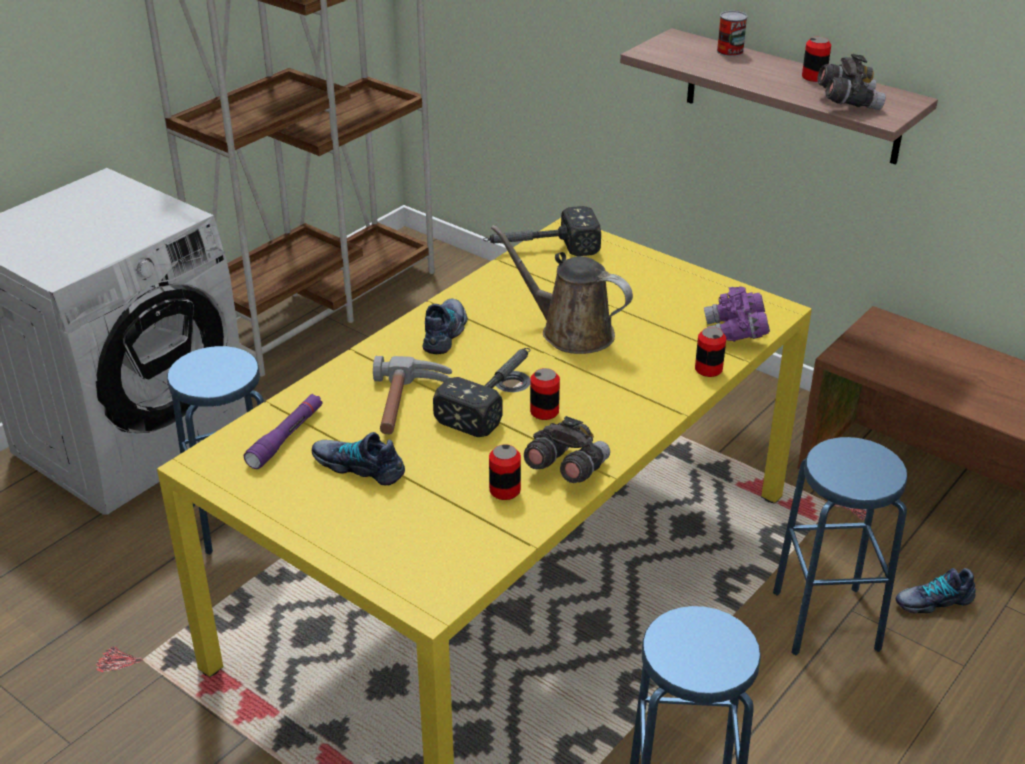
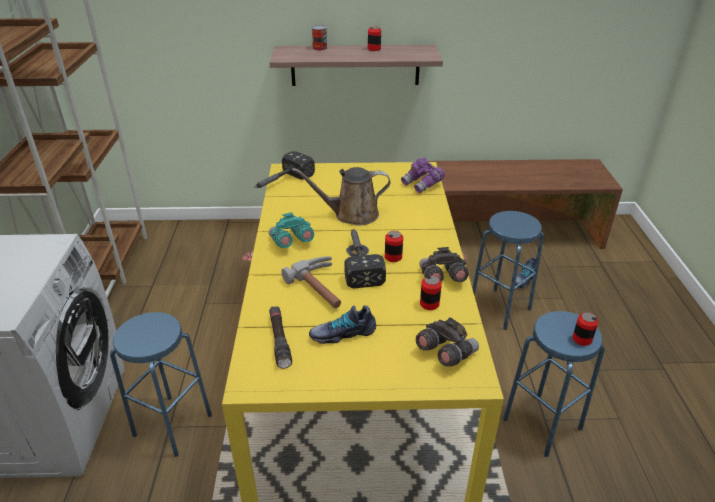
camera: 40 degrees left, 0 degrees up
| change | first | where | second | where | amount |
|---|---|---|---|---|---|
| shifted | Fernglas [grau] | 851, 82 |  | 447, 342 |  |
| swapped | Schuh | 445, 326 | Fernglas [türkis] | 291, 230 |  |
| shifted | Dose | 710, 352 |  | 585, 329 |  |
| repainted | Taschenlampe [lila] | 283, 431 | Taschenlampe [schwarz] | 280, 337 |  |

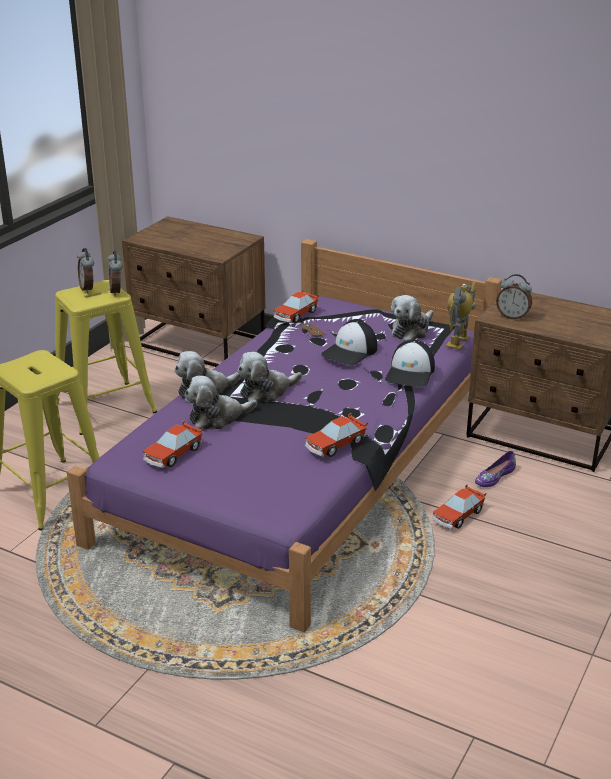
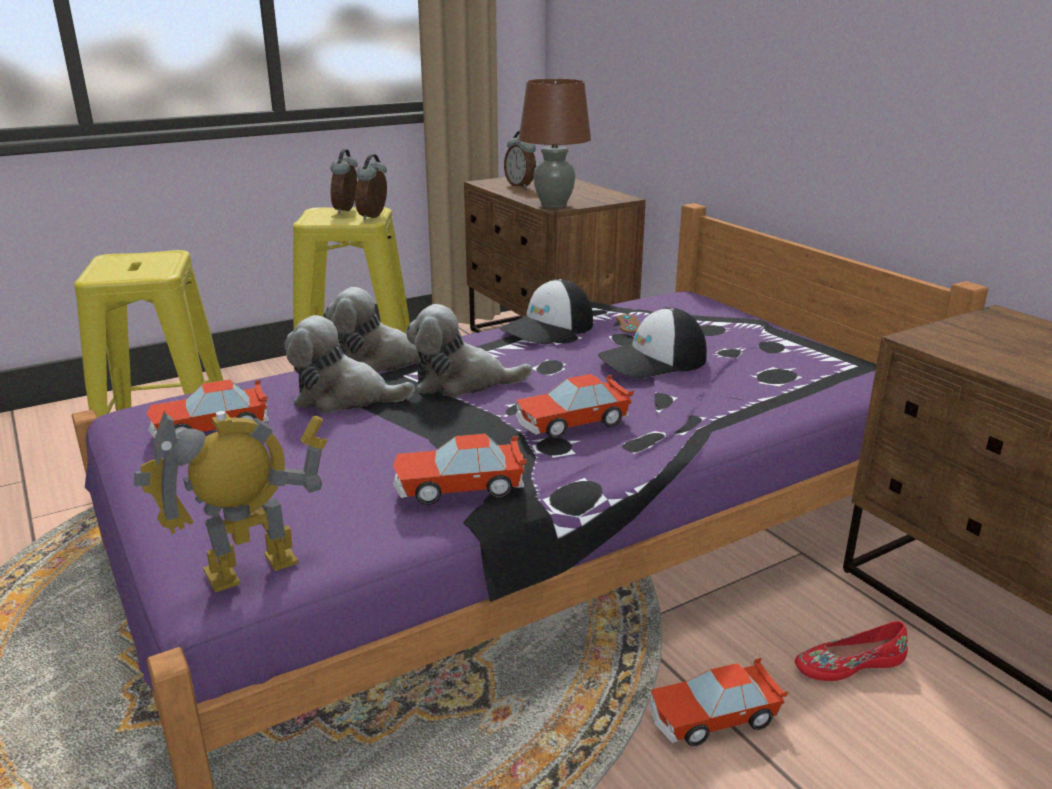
camera: 30 degrees right, 5 degrees down
| change | first | where | second | where | amount |
|---|---|---|---|---|---|
| shifted | Wecker | 514, 297 |  | 520, 160 |  |
| shifted | Spielzeugroboter | 461, 316 |  | 231, 502 |  |
| shifted | Spielzeugauto | 296, 306 |  | 575, 406 |  |
| gone | Plüschtier | 412, 318 |  |  |  |
| shifted | Kappe | 410, 363 |  | 546, 311 |  |
| repainted | Schuh [lila] | 495, 469 | Schuh [rot] | 851, 651 |  |
| new |  |  | Tischlampe [braun] | 555, 143 |  |

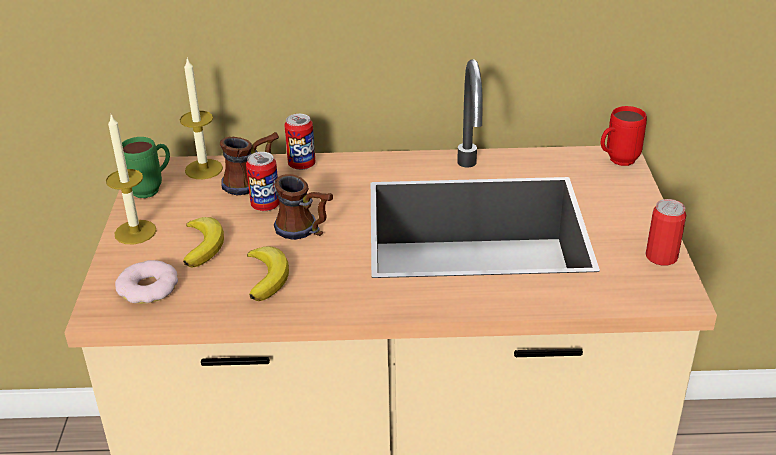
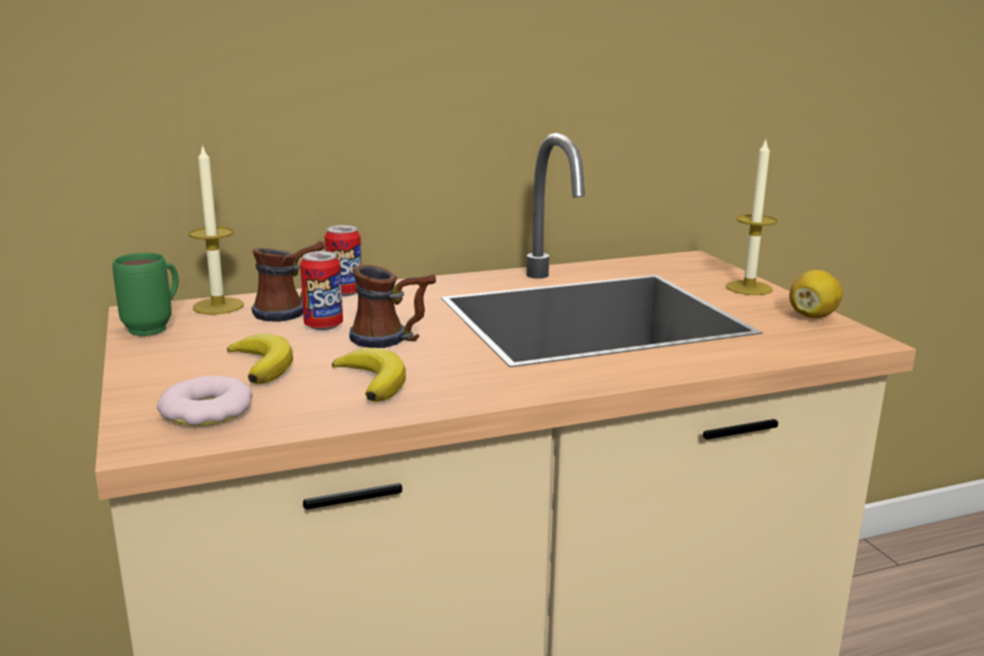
camera: 20 degrees left, 15 degrees down
| change | first | where | second | where | amount |
|---|---|---|---|---|---|
| gone | Henkelbecher [rot] | 624, 136 |  |  |  |
| shifted | Kerze | 131, 179 |  | 752, 217 |  |
| swapped | Dose | 665, 232 | Zitrone | 816, 294 |  |

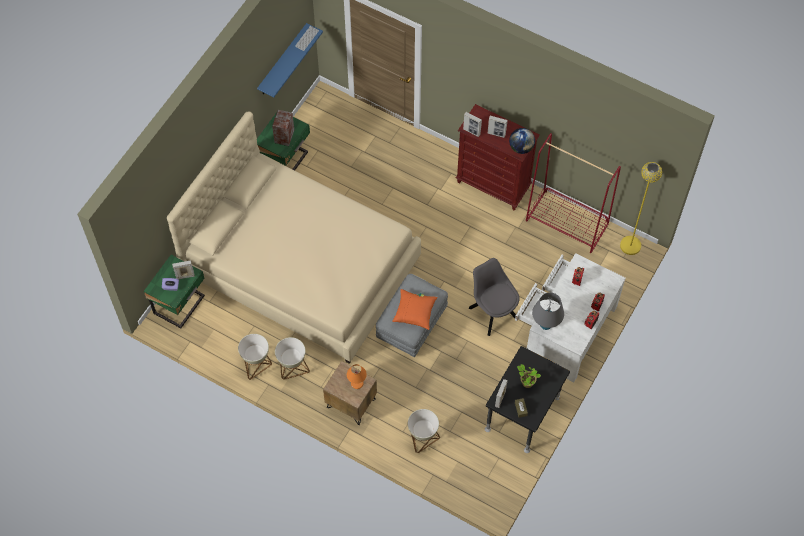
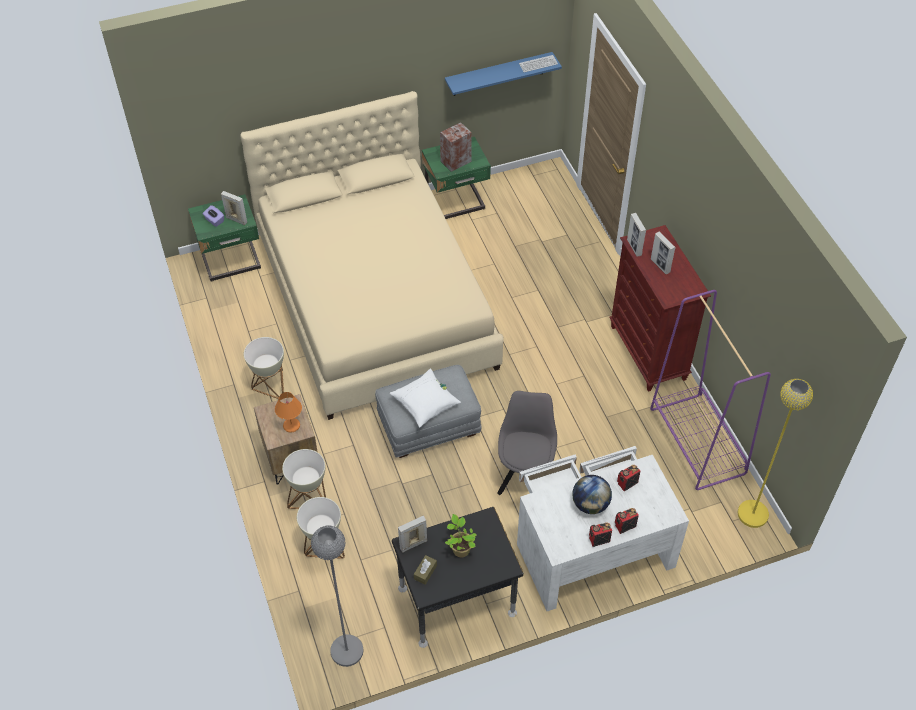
camera: 40 degrees right, 10 degrees down
| change | first | where | second | where | amount |
|---|---|---|---|---|---|
| shifted | Globus | 522, 141 |  | 592, 494 |  |
| repainted | Kleiderständer [rot] | 573, 193 | Kleiderständer [lila] | 710, 390 |  |
| repainted | Kissen [orange] | 415, 309 | Kissen [weiß] | 425, 398 |  |
| gone | Tischlampe [grau] | 548, 311 |  |  |  |
| shifted | Pflanzkübel | 255, 357 |  | 304, 479 |  |
| new |  |  | Stehlampe [grau] | 337, 596 |  |

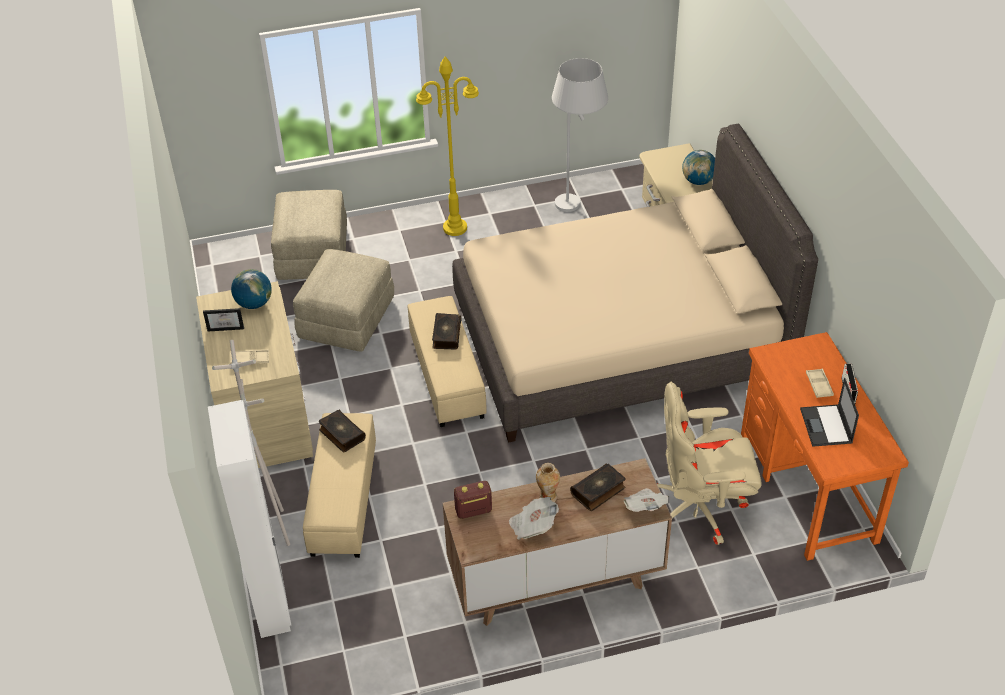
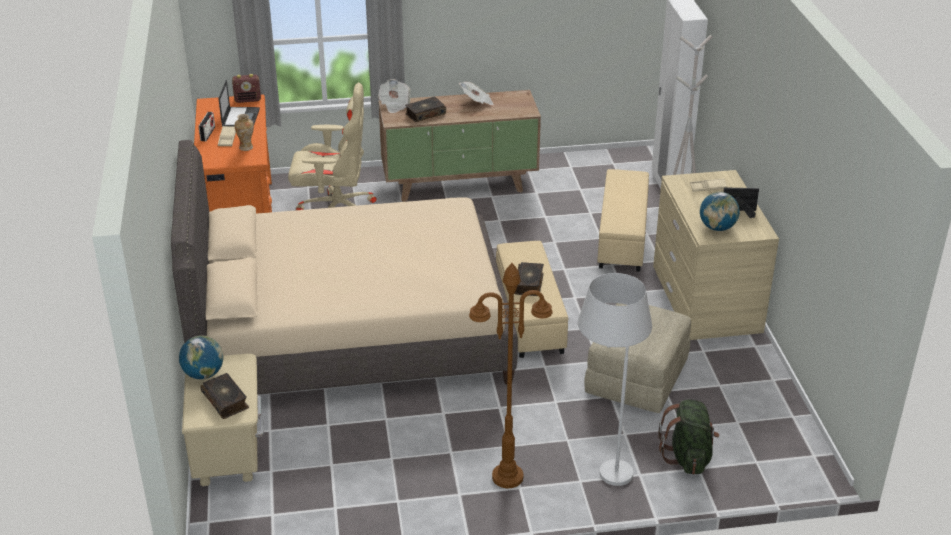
camera: 175 degrees left, 10 degrees down
| change | first | where | second | where | amount |
|---|---|---|---|---|---|
| repainted | Stehlampe [gelb] | 447, 146 | Stehlampe [braun] | 510, 375 |  |
| shifted | Stehlampe [weiß] | 580, 135 |  | 615, 379 |  |
| swapped | Polsterhocker [beige] | 309, 235 | Rucksack [grün] | 689, 437 |  |
| shifted | Buch | 342, 431 |  | 224, 396 |  |
| shifted | Vase | 548, 482 |  | 244, 132 |  |
| shifted | Radio | 473, 500 |  | 246, 88 |  |

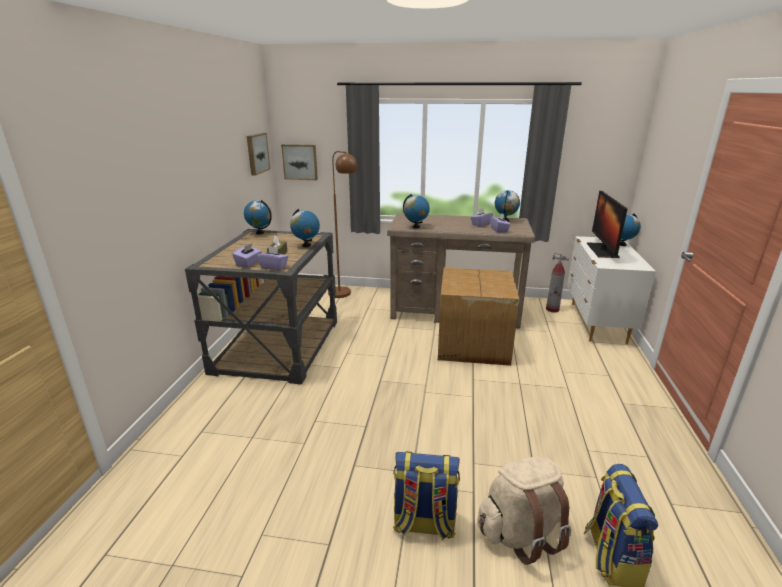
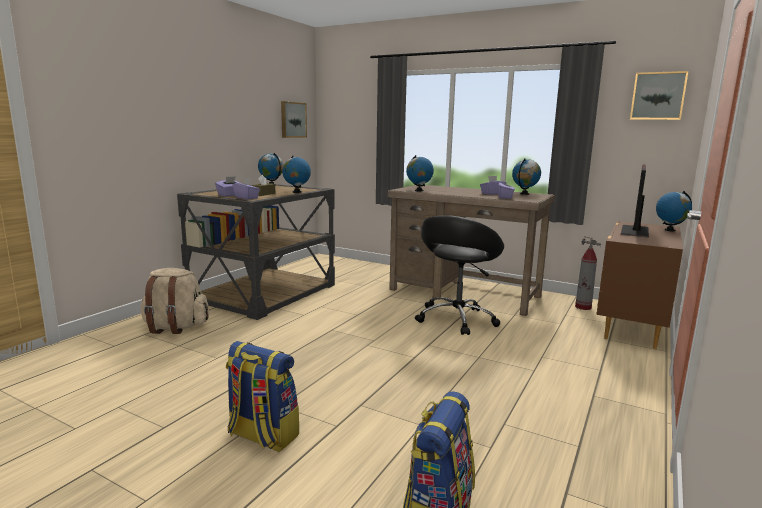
camera: 20 degrees right, 10 degrees down
| change | first | where | second | where | amount |
|---|---|---|---|---|---|
| shifted | Bild | 299, 162 |  | 659, 95 |  |
| gone | Stehlampe [braun] | 342, 224 |  |  |  |
| repainted | Kommode [weiß] | 611, 290 | Kommode [braun] | 639, 285 |  |
| swapped | Karton | 478, 317 | Bürostuhl [schwarz] | 459, 275 |  |
| shifted | Rucksack [beige] | 524, 510 |  | 174, 301 |  |

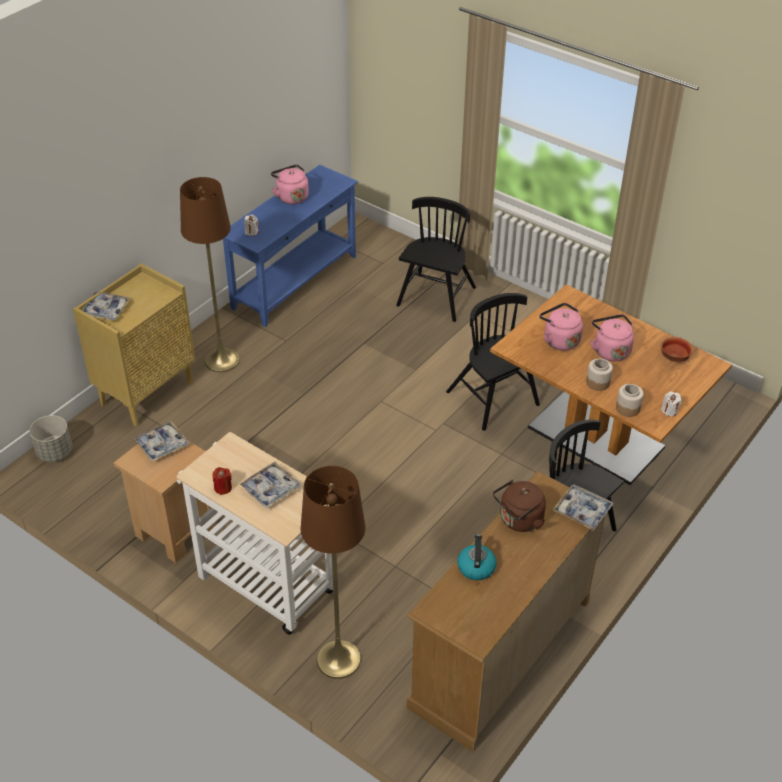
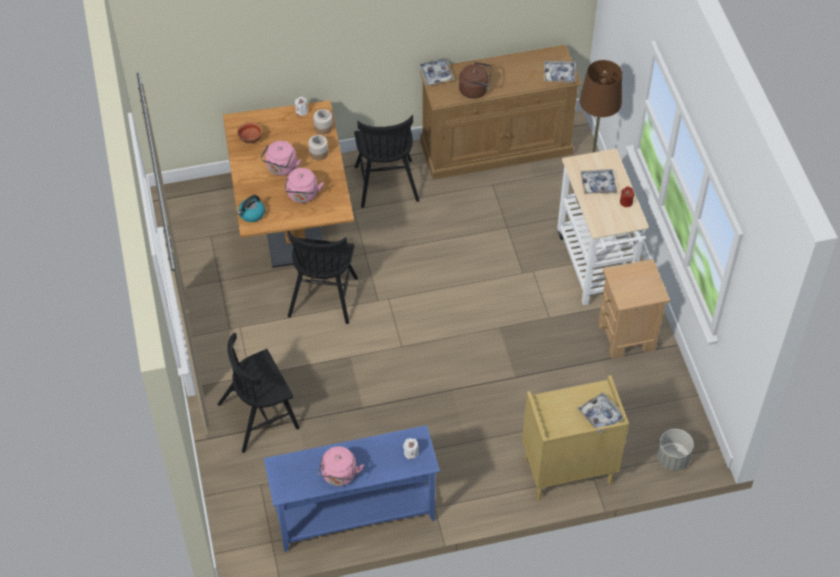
camera: 140 degrees left, 10 degrees up
| change | first | where | second | where | amount |
|---|---|---|---|---|---|
| gone | Stehlampe [braun] | 210, 274 |  |  |  |
| shifted | Tablett | 161, 441 |  | 559, 72 |  |
| shifted | Wasserkessel | 477, 557 |  | 251, 208 |  |

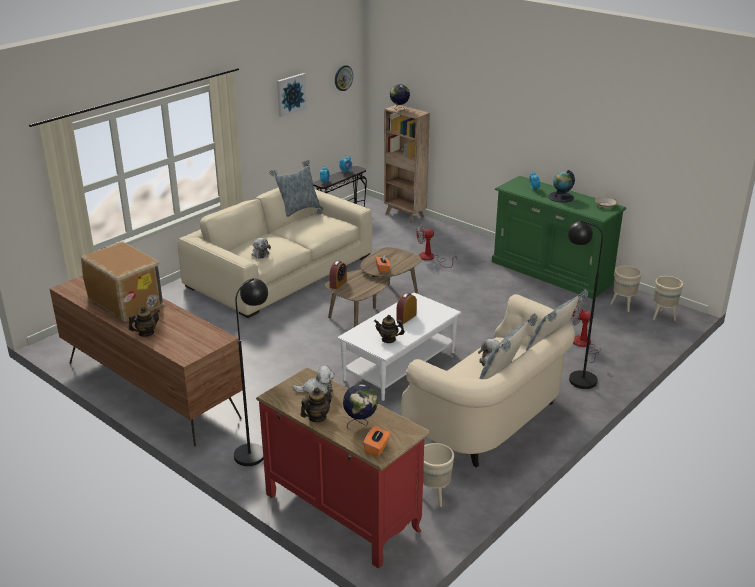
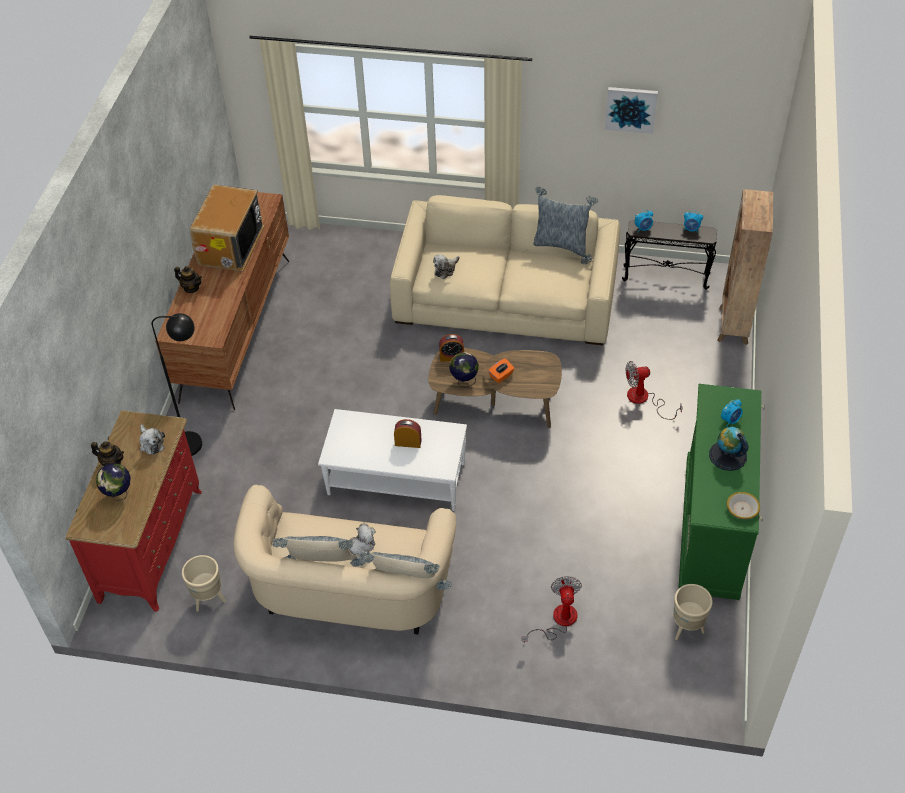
camera: 60 degrees right, 20 degrees up
| change | first | where | second | where | amount |
|---|---|---|---|---|---|
| gone | Wanduhr | 344, 78 |  |  |  |
| shifted | Globus | 400, 97 |  | 464, 369 |  |
| gone | Stehlampe [schwarz] | 585, 304 |  |  |  |
| rotated | Ventilator | 436, 246 |  | 654, 390 | 60 degrees counterclockwise |
| gone | Pflanzkübel [beige] | 668, 298 |  |  |  |
| gone | Teekanne | 389, 329 |  |  |  |
| gone | Taschentuchbox [orange] | 376, 441 |  |  |  |

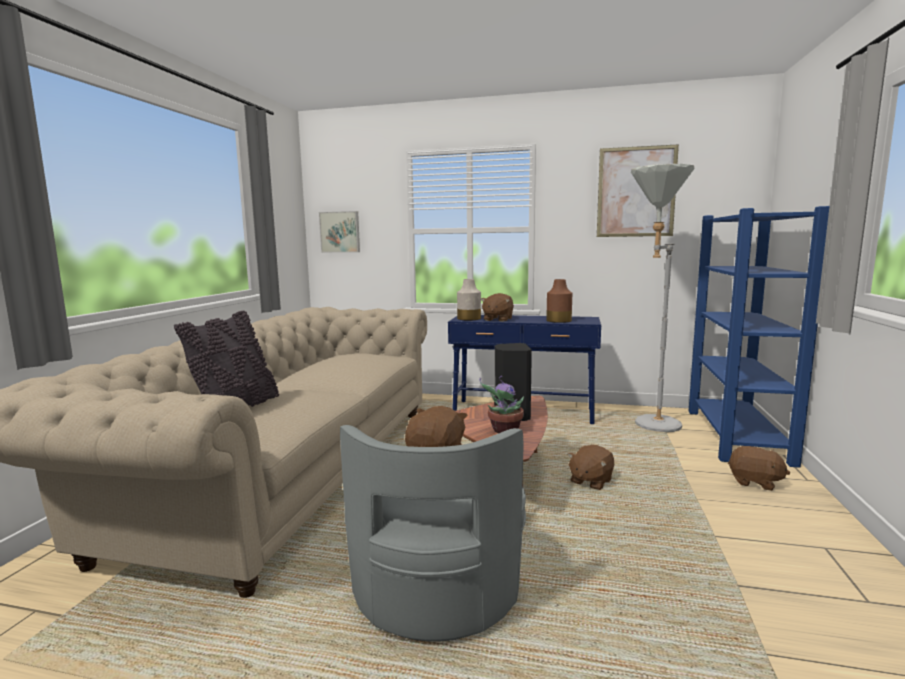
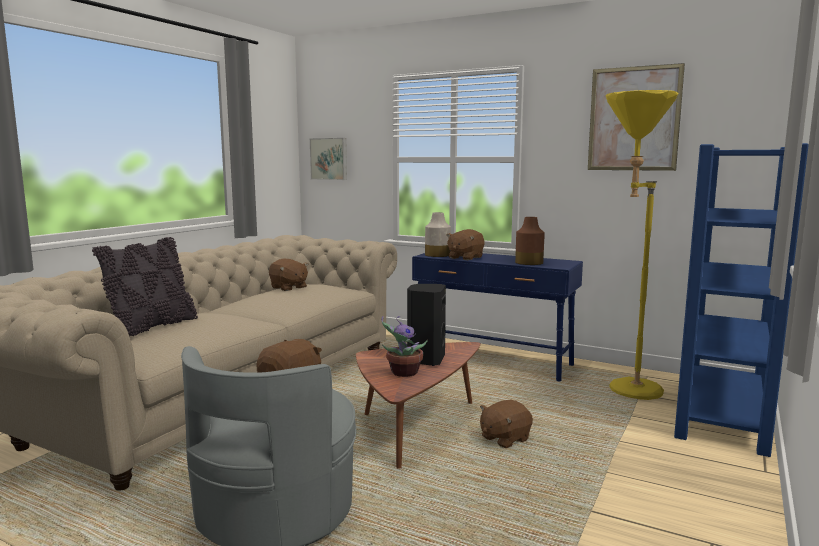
camera: 15 degrees right, 0 degrees up
| change | first | where | second | where | amount |
|---|---|---|---|---|---|
| repainted | Stehlampe [grau] | 663, 298 | Stehlampe [gelb] | 642, 245 |  |
| shifted | Plüschtier [braun] | 759, 468 |  | 289, 275 |  |

